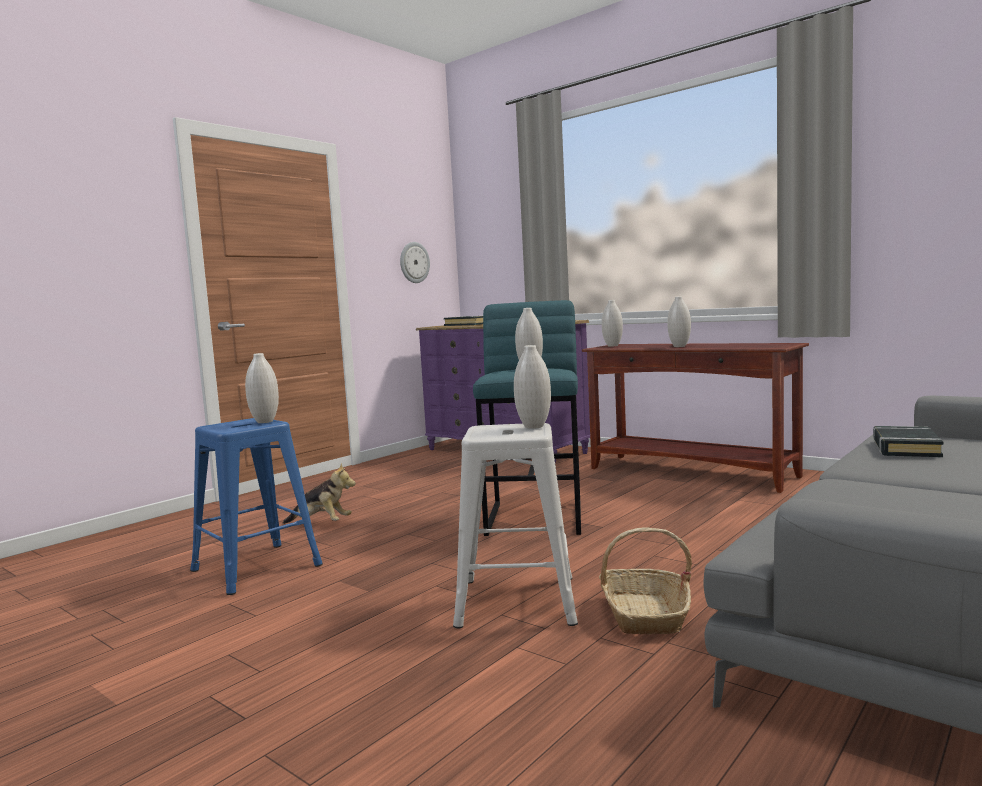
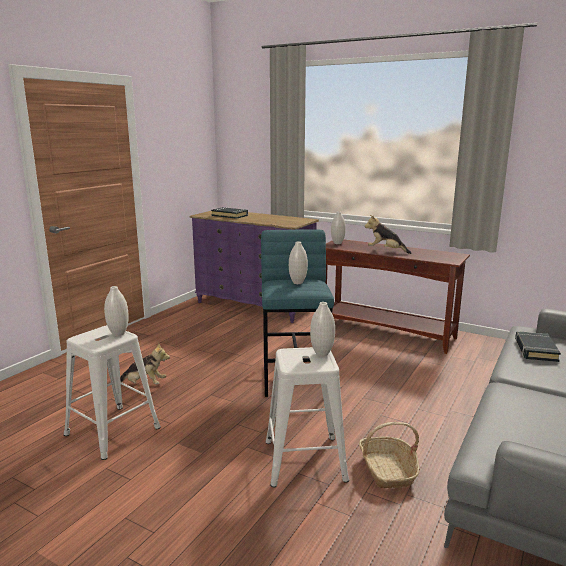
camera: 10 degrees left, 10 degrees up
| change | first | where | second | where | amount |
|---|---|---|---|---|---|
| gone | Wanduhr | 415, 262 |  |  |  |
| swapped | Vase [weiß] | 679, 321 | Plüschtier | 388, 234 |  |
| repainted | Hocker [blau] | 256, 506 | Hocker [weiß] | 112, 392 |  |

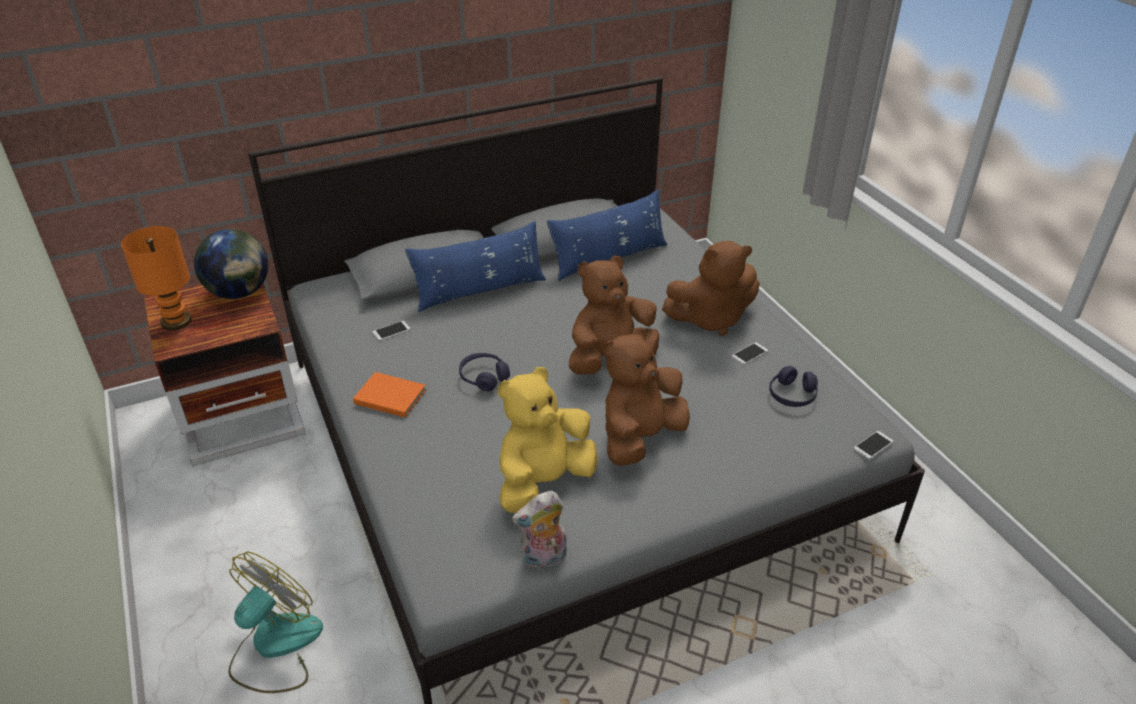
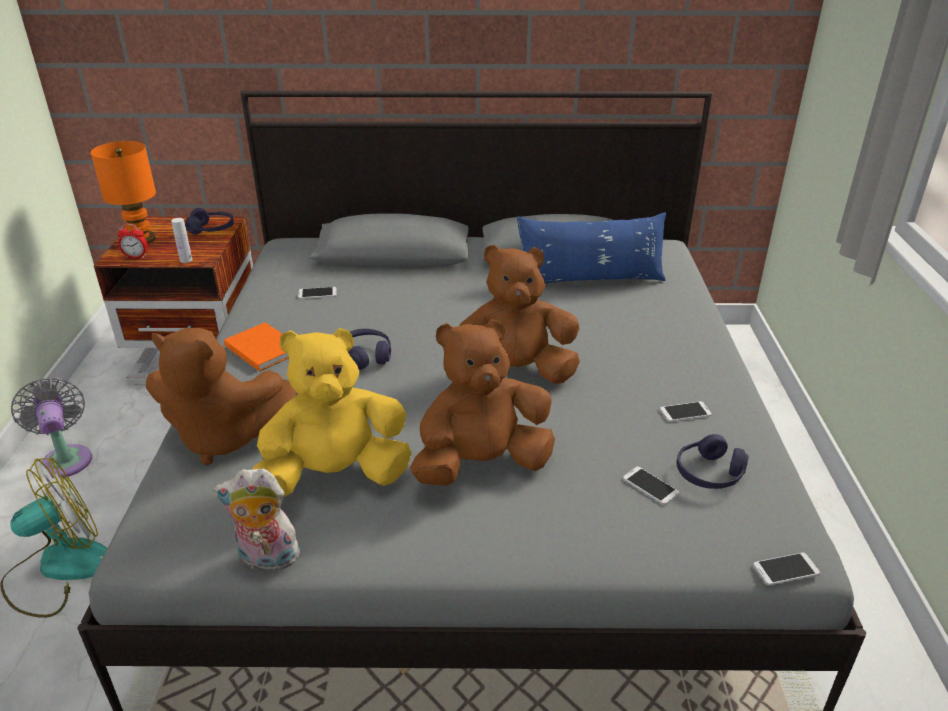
camera: 25 degrees right, 5 degrees down
| change | first | where | second | where | amount |
|---|---|---|---|---|---|
| gone | Kissen [blau] | 475, 266 |  |  |  |
| swapped | Globus | 231, 264 | Kopfhörer [lila] | 209, 221 |  |
| shifted | Plüschtier [braun] | 711, 288 |  | 221, 396 |  |
| new |  |  | Flasche [weiß] | 181, 240 |  |
| new |  |  | Wecker | 132, 241 |  |
| new |  |  | Ventilator [grau] | 51, 427 |  |
| new |  |  | Handy | 651, 486 |  |

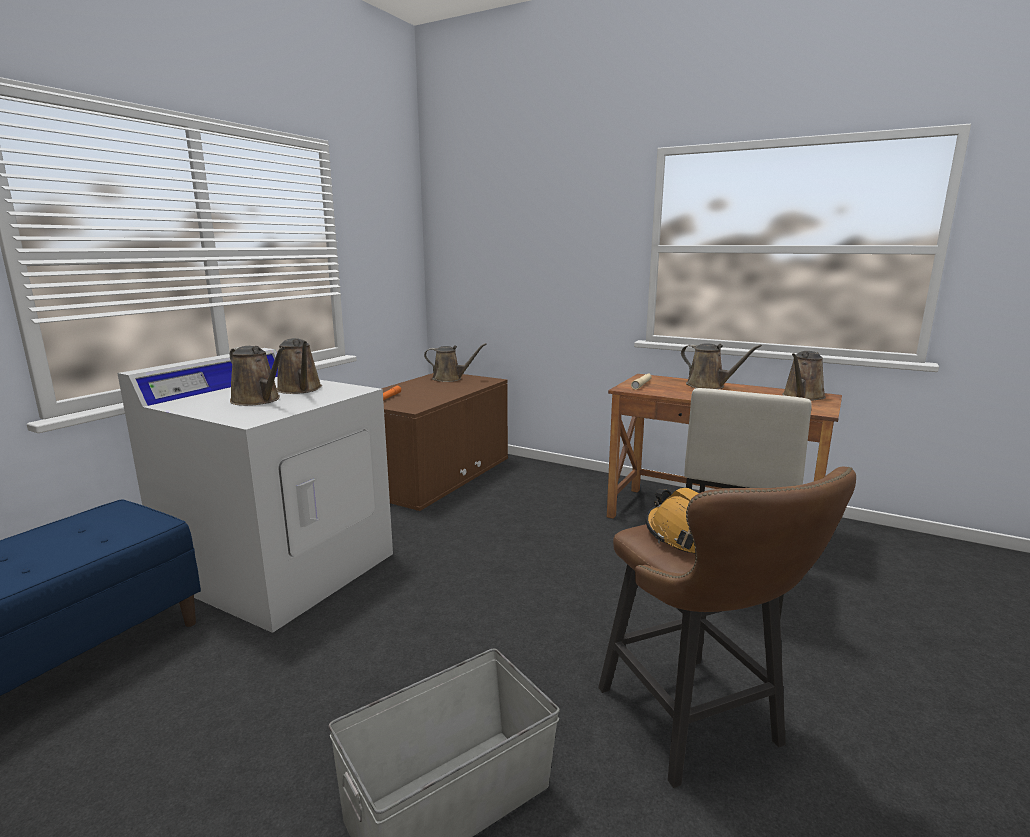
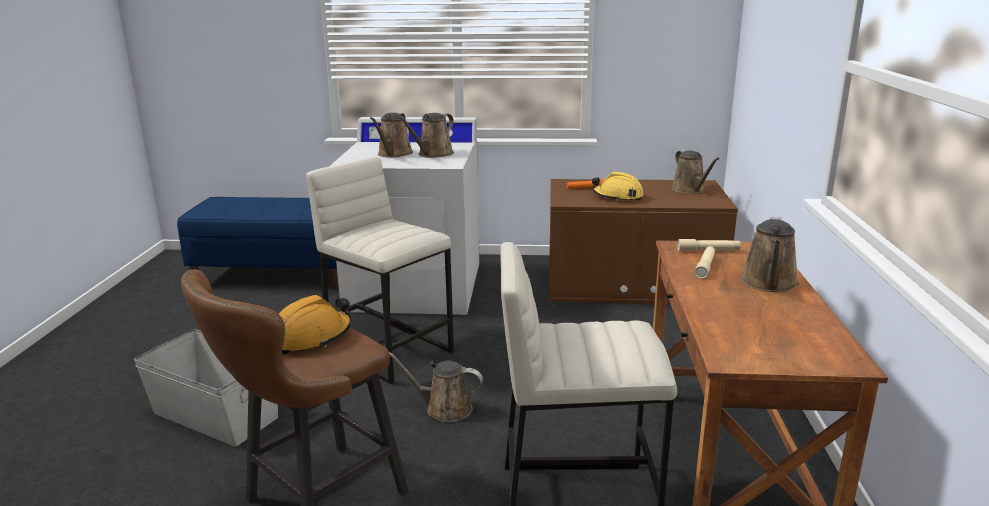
camera: 65 degrees right, 5 degrees up
| change | first | where | second | where | amount |
|---|---|---|---|---|---|
| shifted | Gießkanne [braun] | 804, 376 |  | 436, 387 |  |
| new |  |  | Hocker [beige] | 380, 270 |  |
| new |  |  | Schutzhelm [gelb] | 618, 186 |  |
| new |  |  | Taschenlampe [beige] | 705, 262 |  |

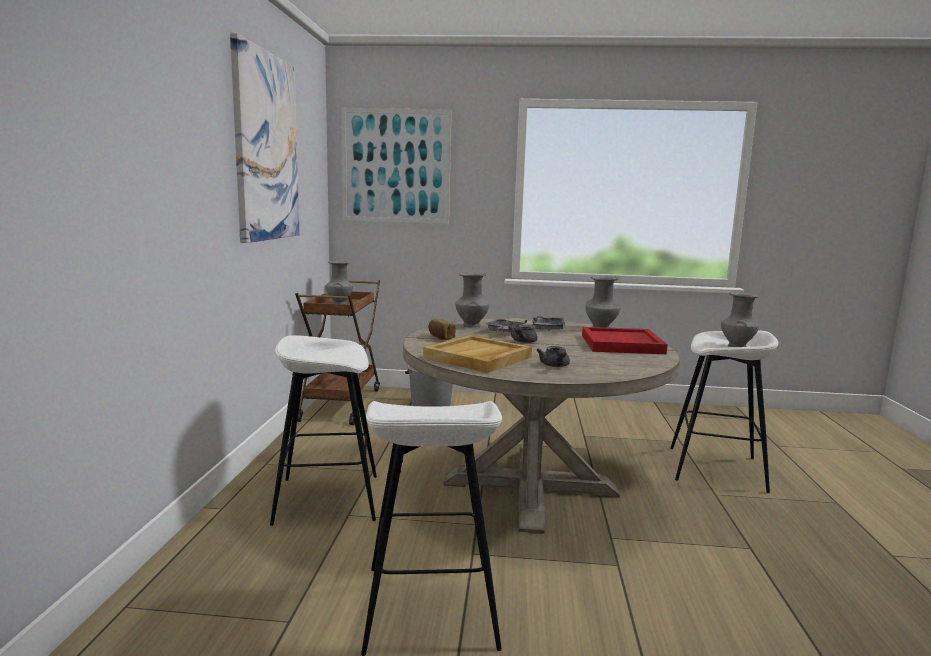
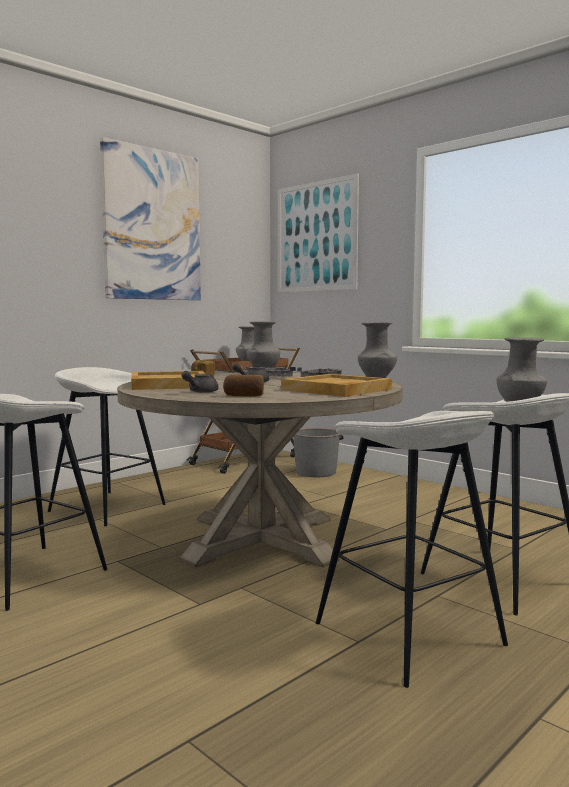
camera: 40 degrees right, 5 degrees down
| change | first | where | second | where | amount |
|---|---|---|---|---|---|
| repainted | Tablett [rot] | 625, 340 | Tablett [beige] | 336, 385 |  |
| new |  |  | Brot | 243, 386 |  |
| new |  |  | Hocker [weiß] | 412, 549 |  |

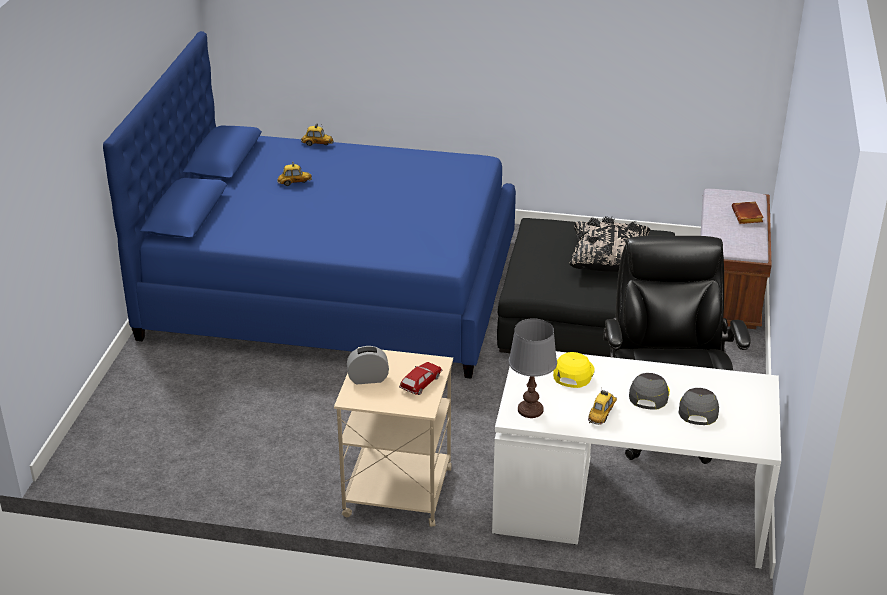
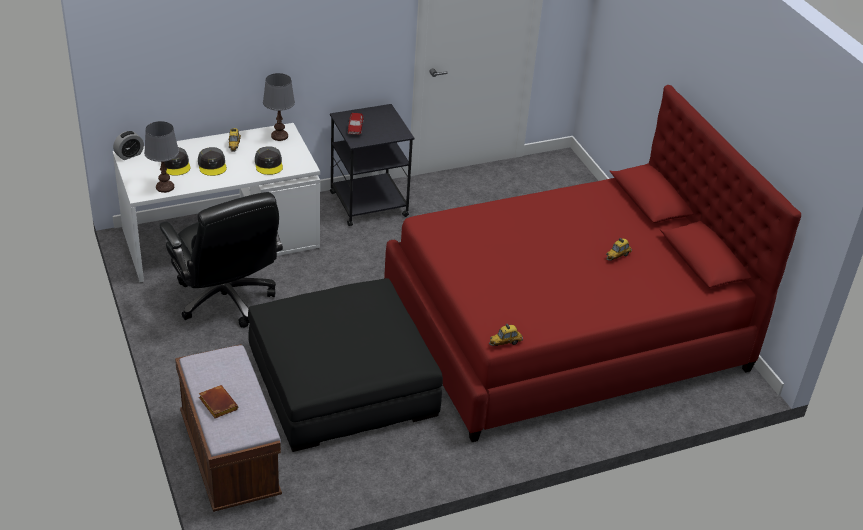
camera: 145 degrees right, 5 degrees up
| change | first | where | second | where | amount |
|---|---|---|---|---|---|
| repainted | Bett [blau] | 309, 205 | Bett [rot] | 592, 263 |  |
| shifted | Spielzeugauto | 317, 135 |  | 506, 335 |  |
| gone | Kissen [schwarz] | 609, 244 |  |  |  |
| shifted | Wecker | 368, 365 |  | 128, 145 |  |
| repainted | Rollwagen [beige] | 393, 437 | Rollwagen [schwarz] | 372, 165 |  |
| repainted | Kappe [gelb] | 574, 370 | Kappe [grau] | 269, 160 |  |
| new |  |  | Tischlampe [grau] | 161, 157 |  |

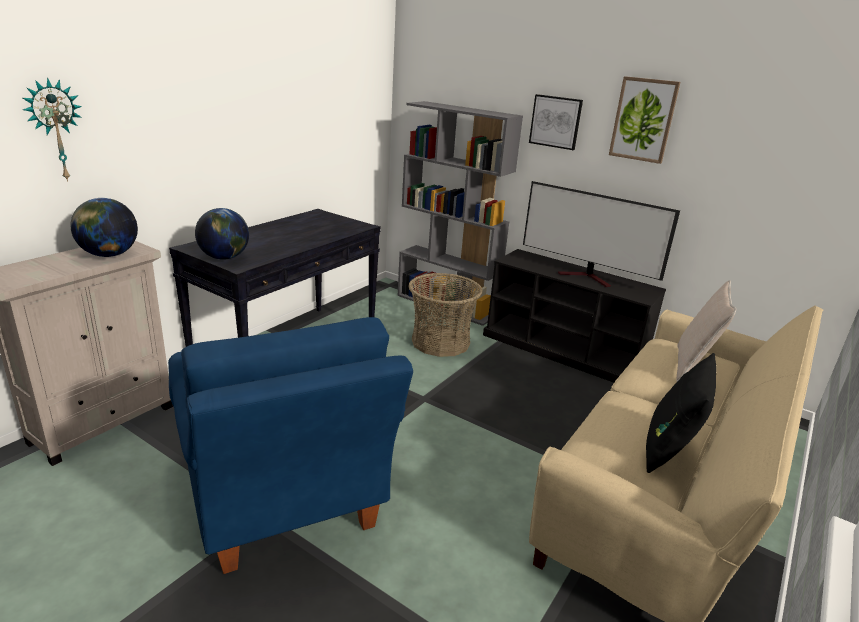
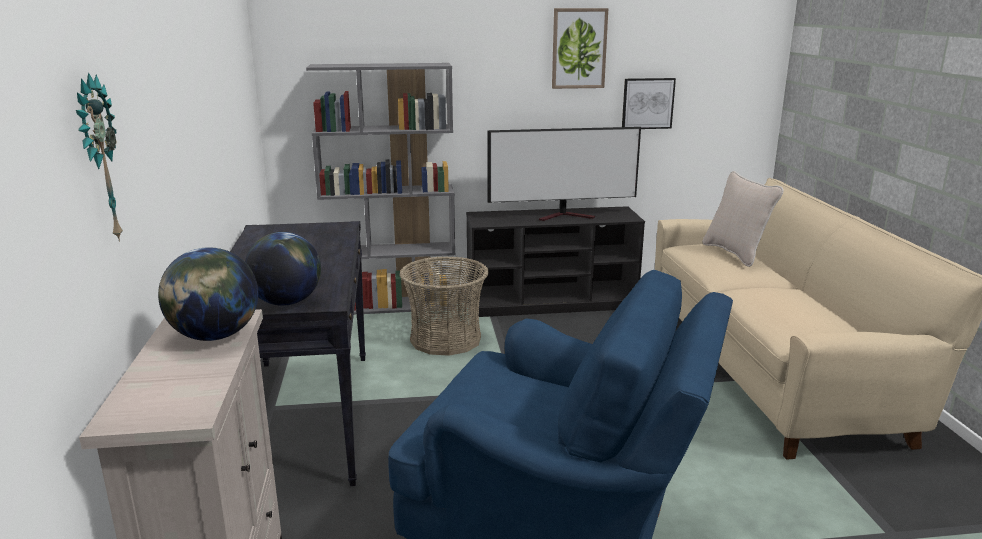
camera: 40 degrees left, 5 degrees down
| change | first | where | second | where | amount |
|---|---|---|---|---|---|
| shifted | Bild | 556, 122 |  | 649, 103 |  |
| gone | Kissen [schwarz] | 681, 413 |  |  |  |

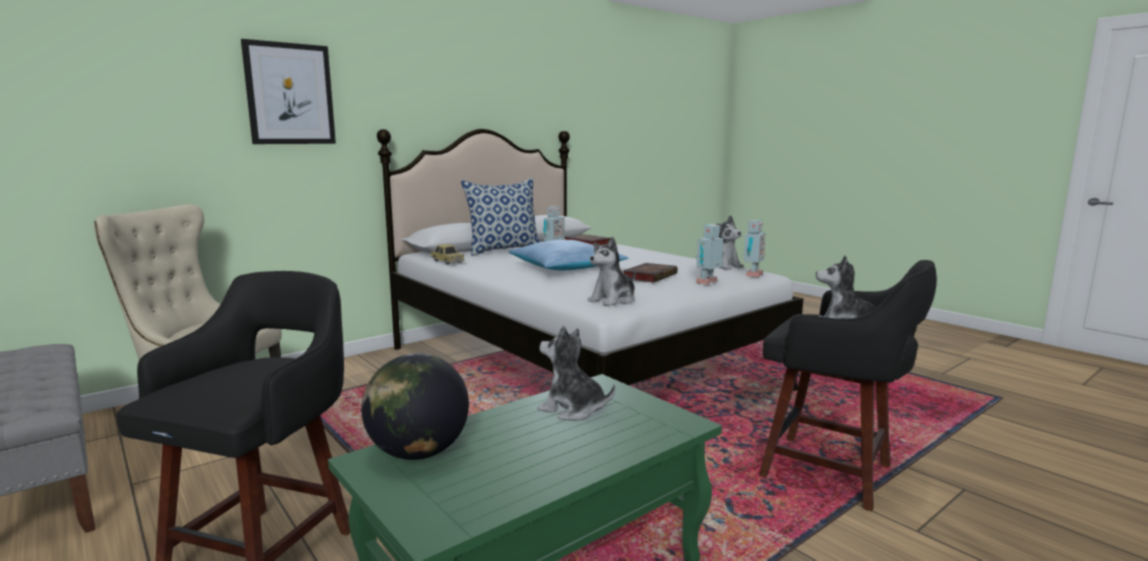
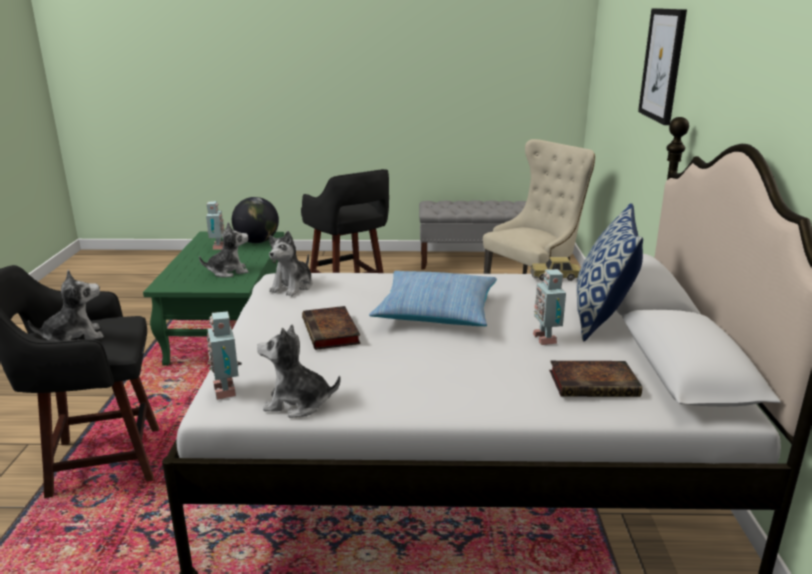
camera: 130 degrees right, 10 degrees up
| change | first | where | second | where | amount |
|---|---|---|---|---|---|
| shifted | Spielzeugroboter | 709, 254 |  | 215, 225 |  |
| rotated | Plüschtier | 612, 271 |  | 291, 263 | 150 degrees counterclockwise |

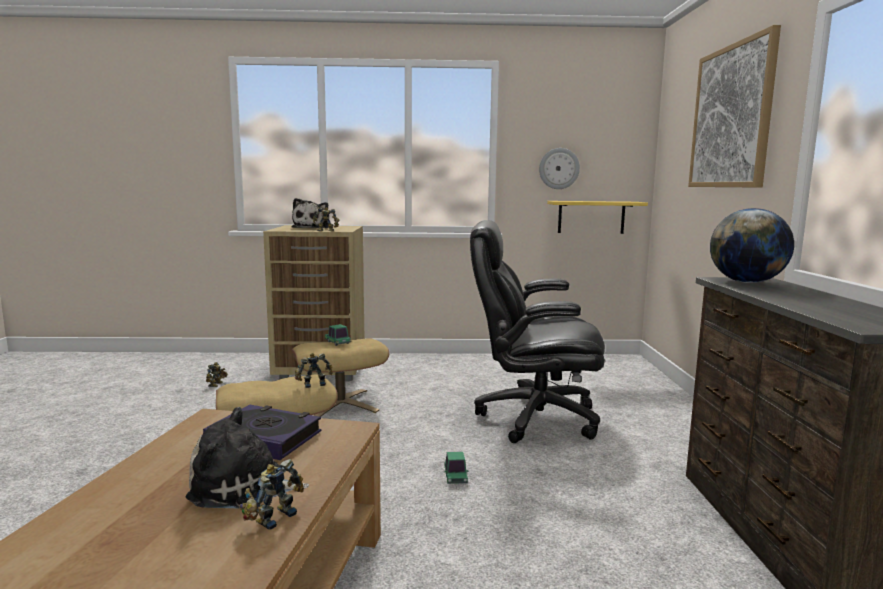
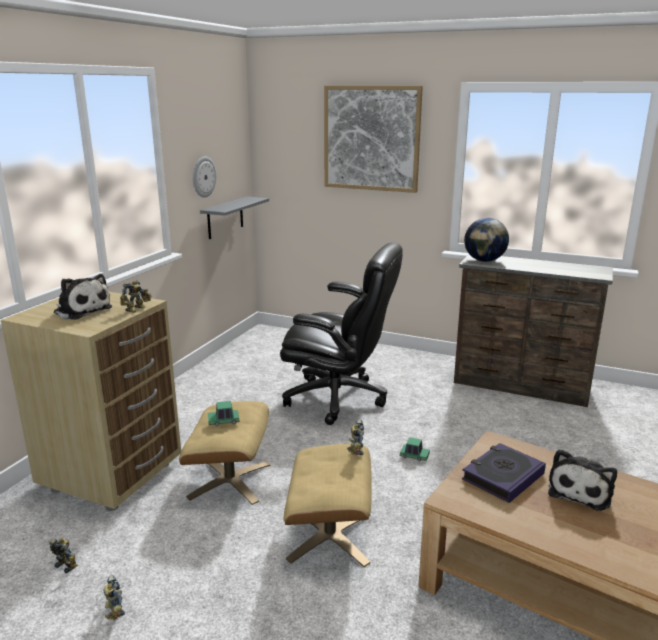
camera: 65 degrees left, 10 degrees up
| change | first | where | second | where | amount |
|---|---|---|---|---|---|
| repainted | Wandregal [gelb] | 597, 217 | Wandregal [grau] | 234, 217 |  |
| rotated | Bürostuhl [schwarz] | 537, 331 |  | 341, 334 | 105 degrees counterclockwise |
| shifted | Spielzeugroboter | 271, 494 |  | 114, 597 |  |

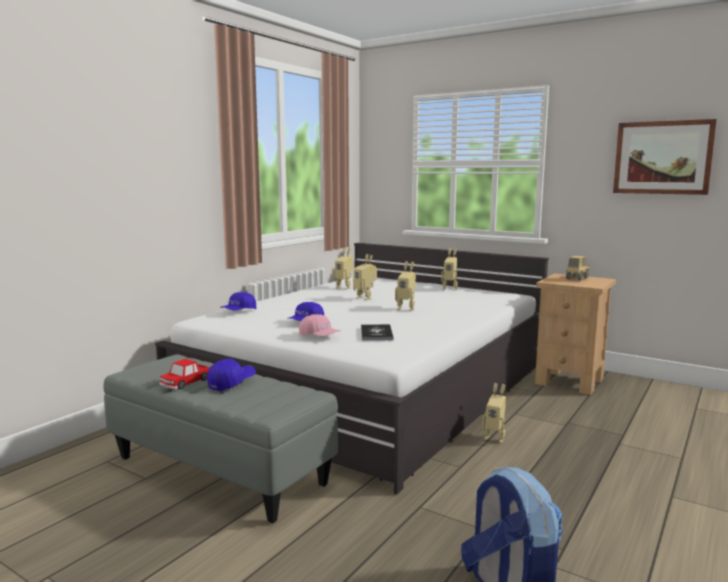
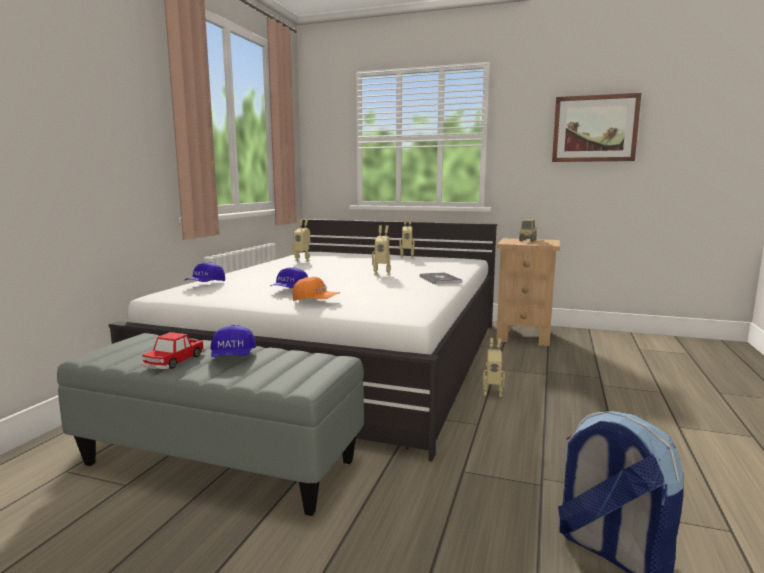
camera: 15 degrees left, 0 degrees up
| change | first | where | second | where | amount |
|---|---|---|---|---|---|
| gone | Spielzeugroboter | 365, 277 |  |  |  |
| repainted | Kappe [rosa] | 320, 325 | Kappe [orange] | 316, 289 |  |
| shifted | Buch | 377, 332 |  | 441, 278 |  |
| rotated | Kappe [blau] | 231, 375 |  | 234, 341 | 150 degrees clockwise |

